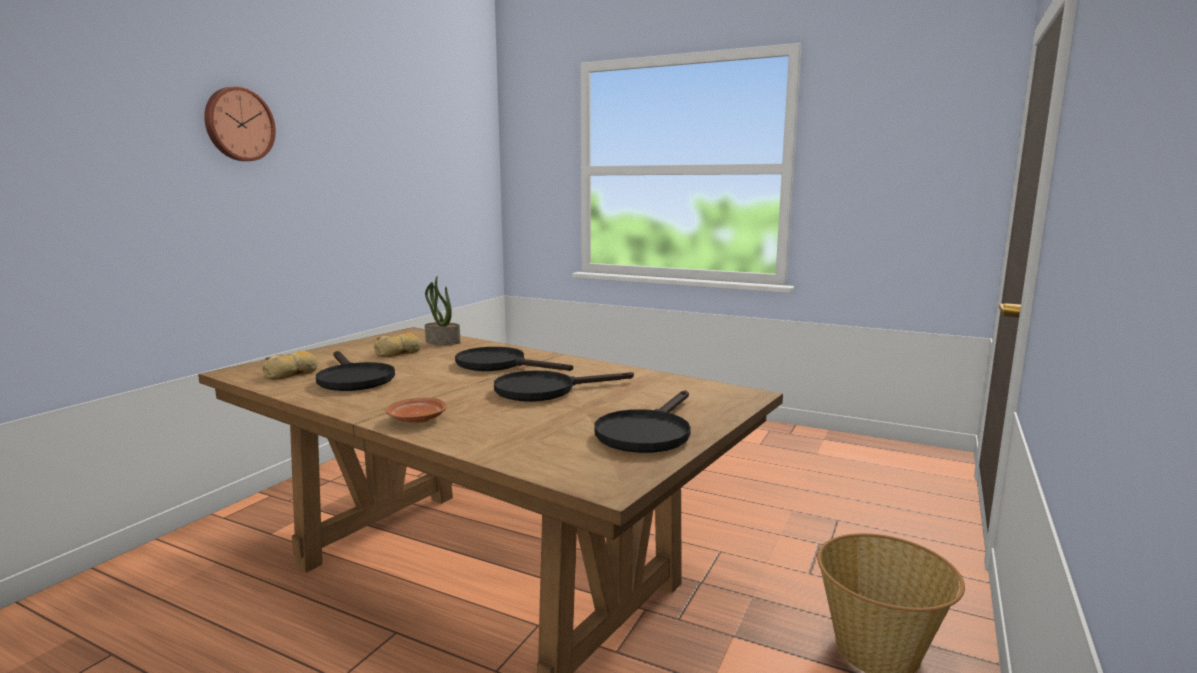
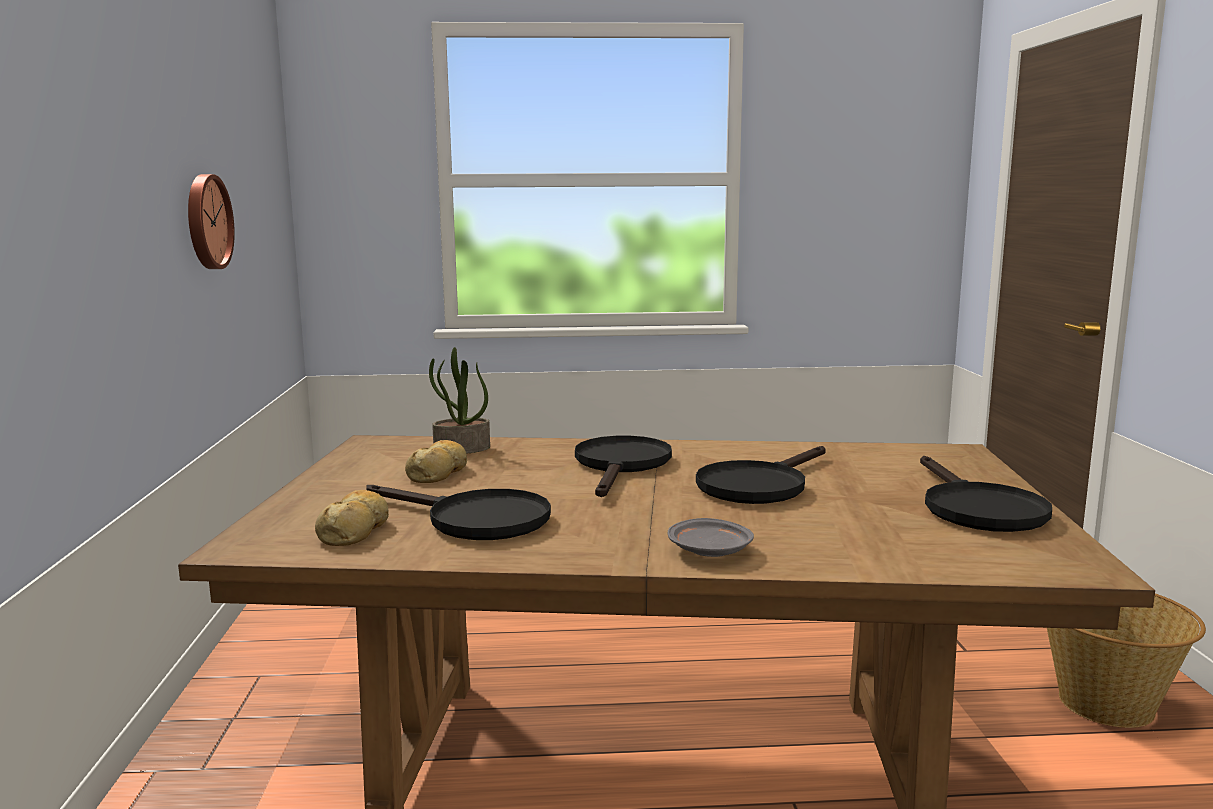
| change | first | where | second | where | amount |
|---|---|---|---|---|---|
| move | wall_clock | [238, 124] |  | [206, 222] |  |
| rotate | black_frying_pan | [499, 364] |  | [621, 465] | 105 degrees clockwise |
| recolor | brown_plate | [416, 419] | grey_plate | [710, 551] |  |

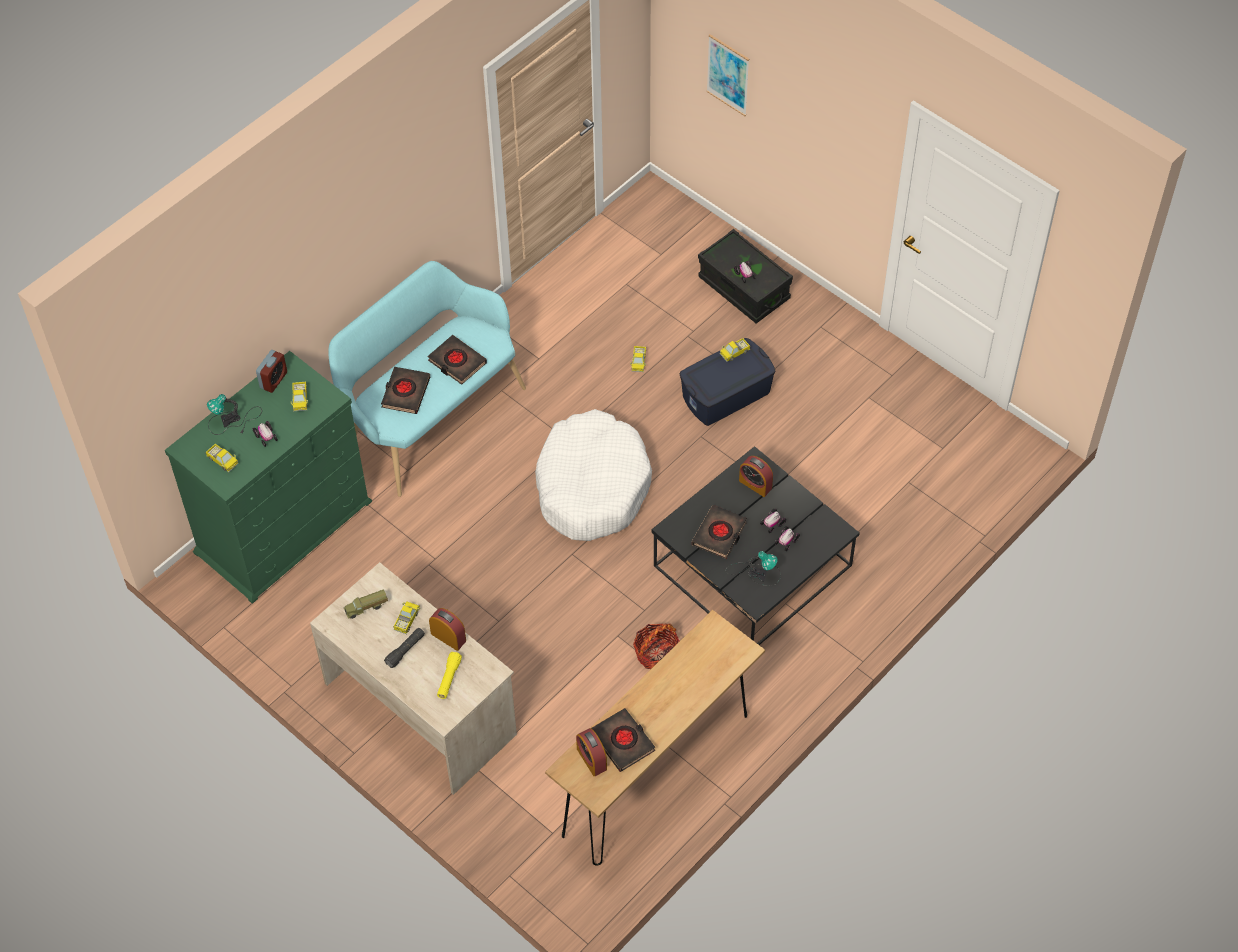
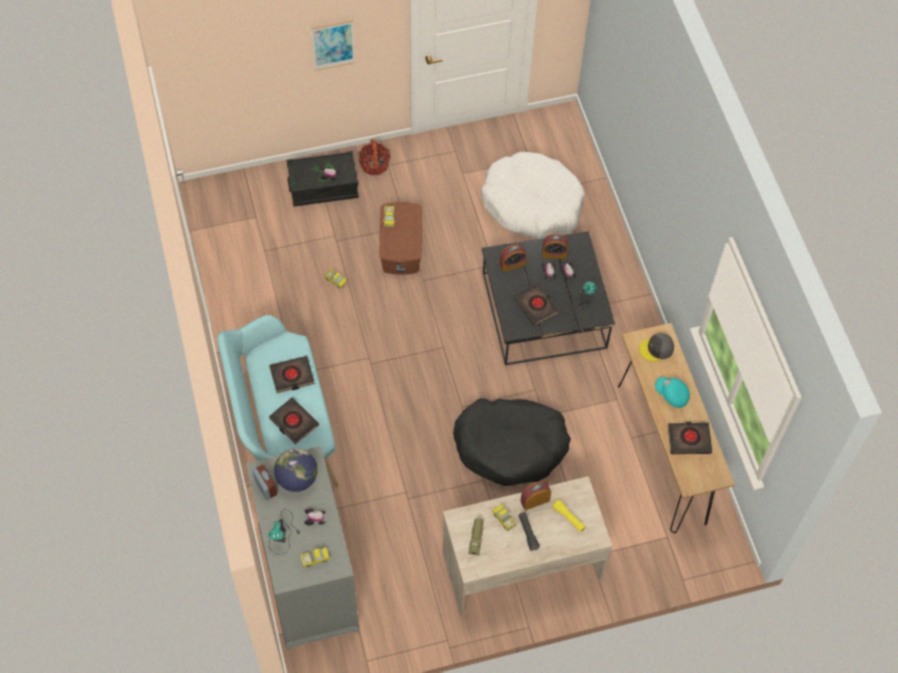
| change | first | where | second | where | amount |
|---|---|---|---|---|---|
| move | picture | [728, 75] |  | [333, 44] |  |
| recolor | blue_storage_box | [726, 395] | brown_storage_box | [401, 247] |  |
| recolor | green_dresser | [284, 526] | grey_dresser | [308, 575] |  |
| replace | toy_truck | [300, 399] | globe | [297, 479] |  |
| move | white_dog_bed | [592, 486] |  | [532, 204] |  |
| move | basket | [656, 654] |  | [374, 164] |  |
| move | alarm_clock | [591, 759] |  | [554, 254] |  |
| insert |  |  | grey_cap | [656, 349] |  |
| insert |  |  | turquoise_cap | [671, 395] |  |
| insert |  |  | black_dog_bed | [510, 446] |  |

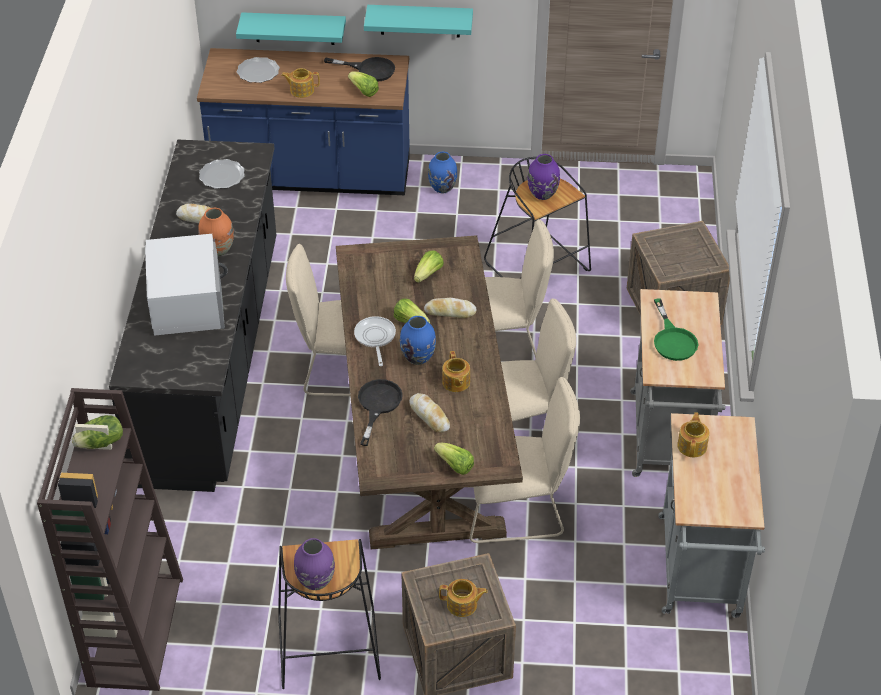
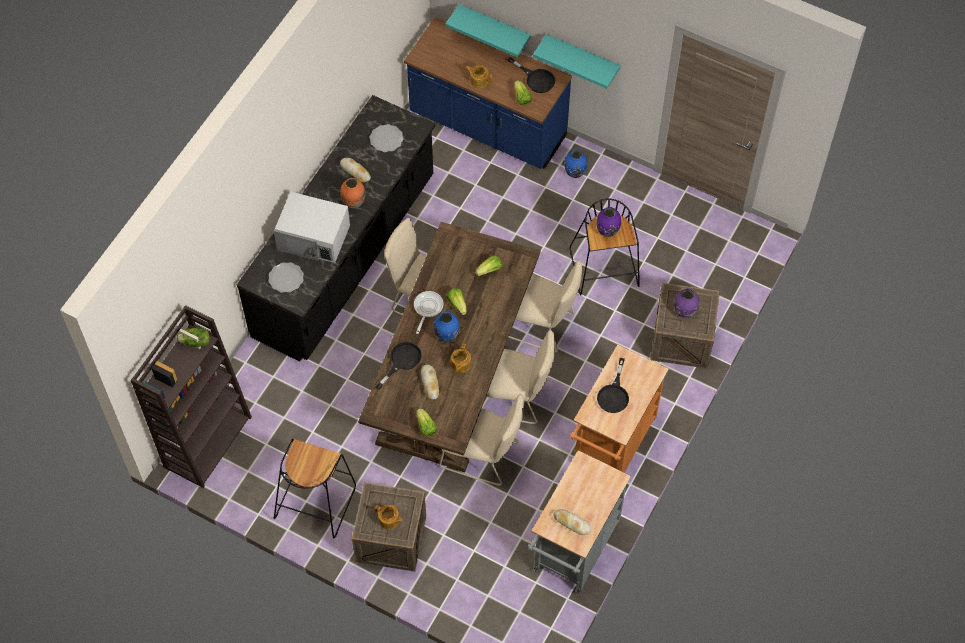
| change | first | where | second | where | amount |
|---|---|---|---|---|---|
| move | plate | [258, 72] |  | [286, 278] |  |
| rotate | white_microwave | [187, 301] |  | [314, 237] | 90 degrees clockwise |
| recolor | grey_cart | [668, 442] | orange_cart | [612, 446] |  |
| move | bread | [450, 312] |  | [572, 523] |  |
| recolor | green_frying_pan | [673, 339] | black_frying_pan | [614, 394] |  |
| delete | teapot | [692, 445] |  |  |  |
| move | purple_vase | [316, 581] |  | [685, 312] |  |

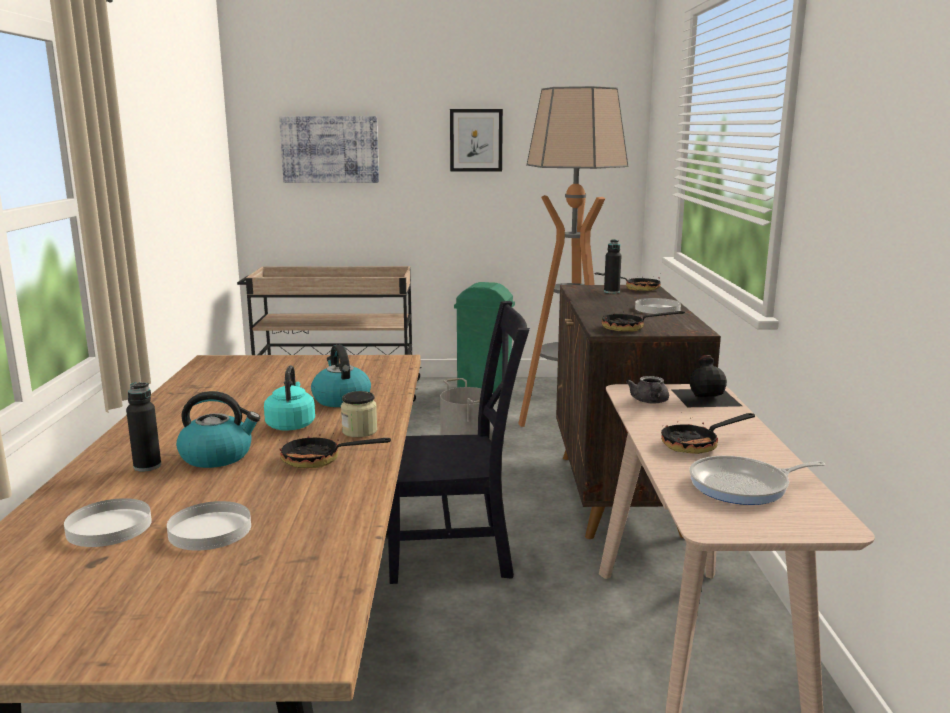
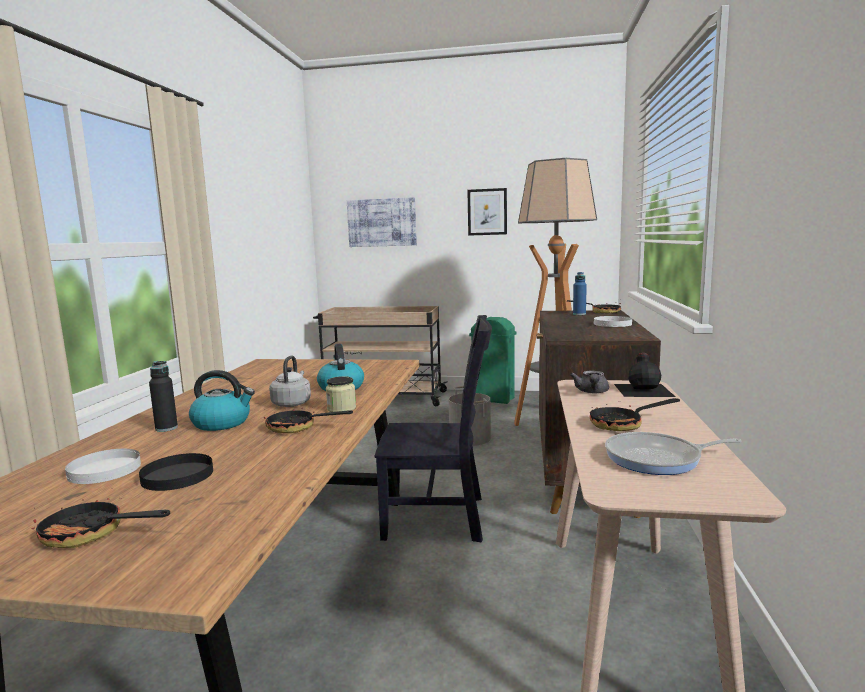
| change | first | where | second | where | amount |
|---|---|---|---|---|---|
| recolor | black_bottle | [611, 292] | blue_bottle | [579, 314] |  |
| move | frying_pan | [630, 328] |  | [92, 534] |  |
| recolor | turquoise_kettle | [291, 425] | grey_kettle | [292, 403] |  |
| recolor | white_plate | [210, 530] | black_plate | [177, 476] |  |

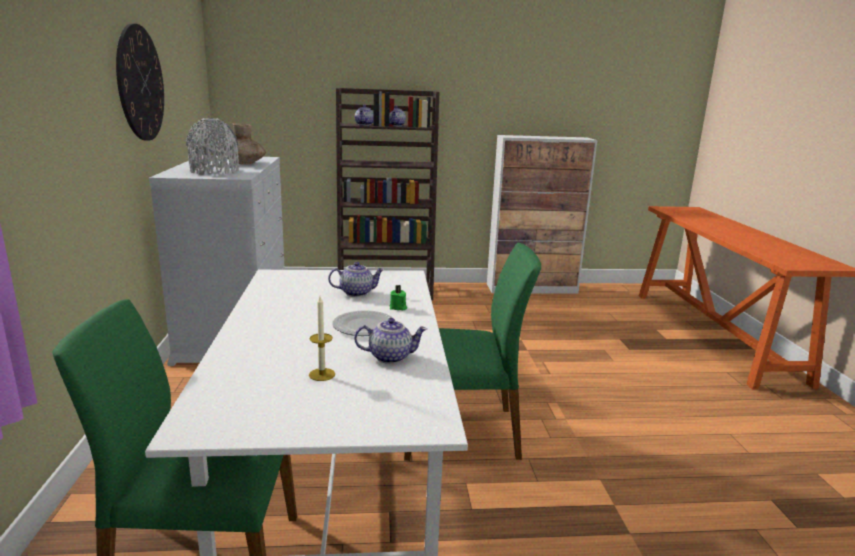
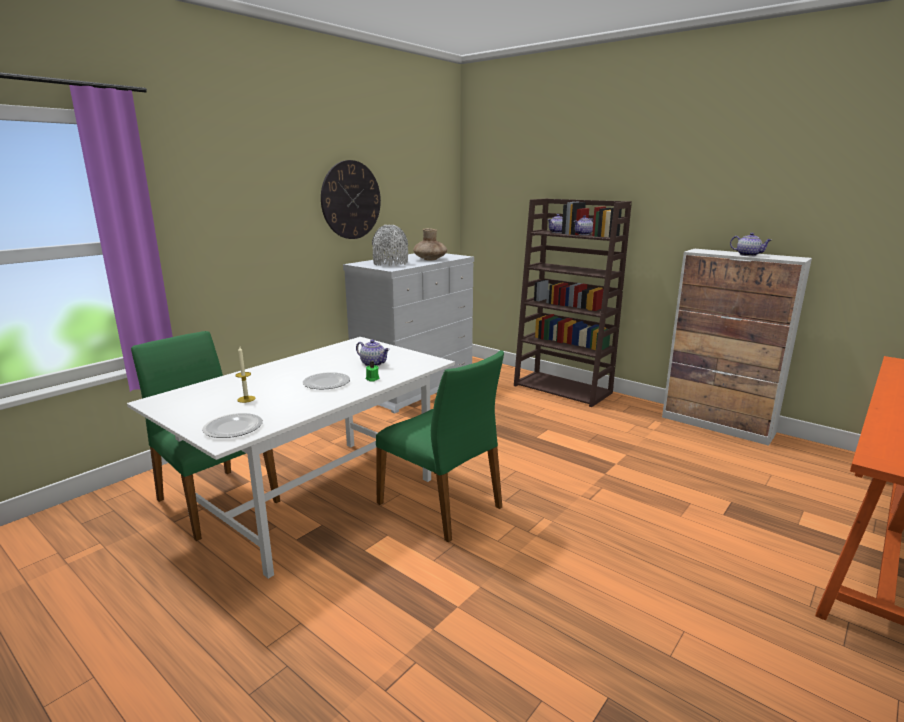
| change | first | where | second | where | amount |
|---|---|---|---|---|---|
| move | teapot | [390, 357] |  | [748, 255] |  |
| insert |  |  | plate | [234, 428] |  |

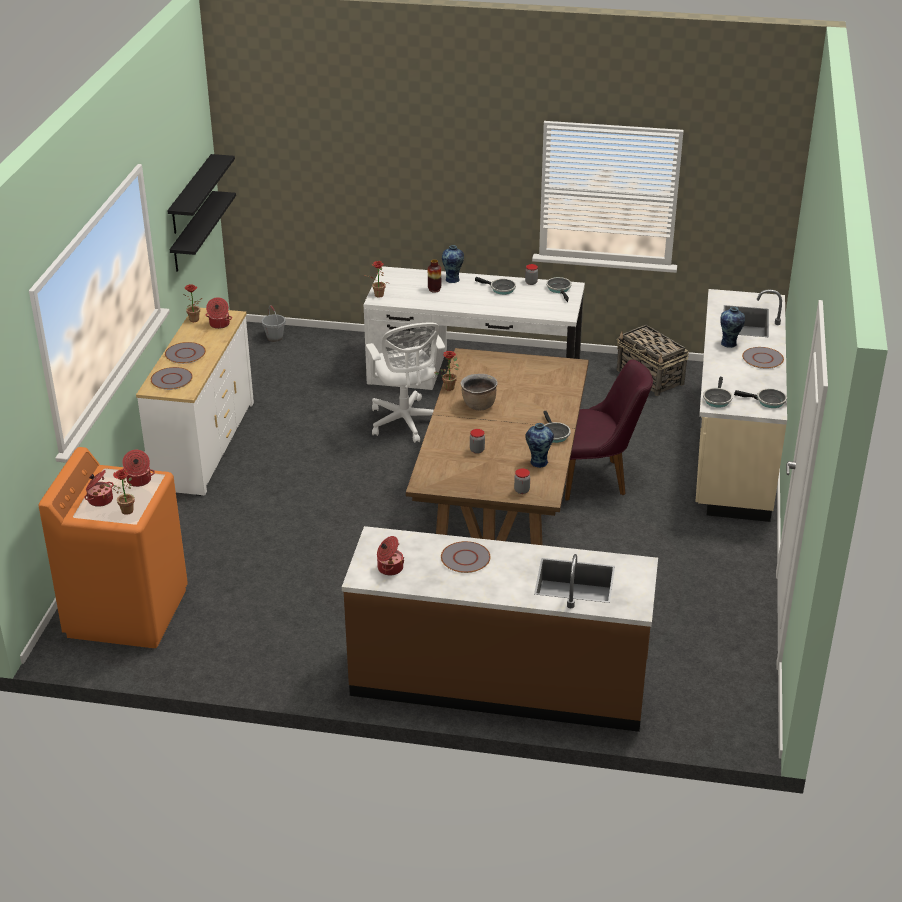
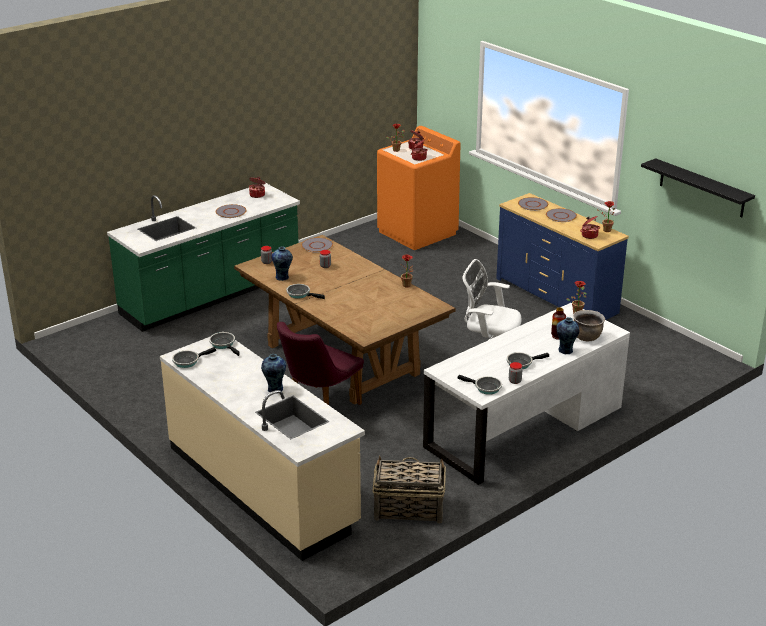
| change | first | where | second | where | amount |
|---|---|---|---|---|---|
| delete | black_shelf | [193, 232] |  |  |  |
| delete | grey_bucket | [274, 337] |  |  |  |
| recolor | white_dresser | [203, 445] | blue_dresser | [556, 296] |  |
| move | grey_plate | [762, 359] |  | [317, 245] |  |
| move | brown_cooking_pot | [478, 405] |  | [586, 337] |  |
| recolor | brown_counter | [499, 681] | green_counter | [212, 296] |  |

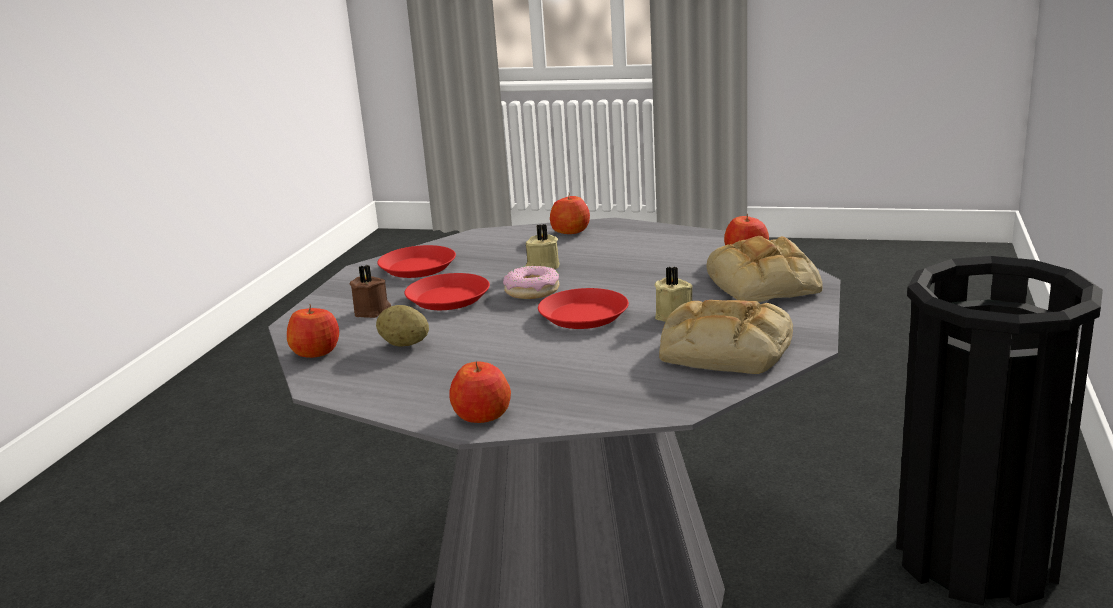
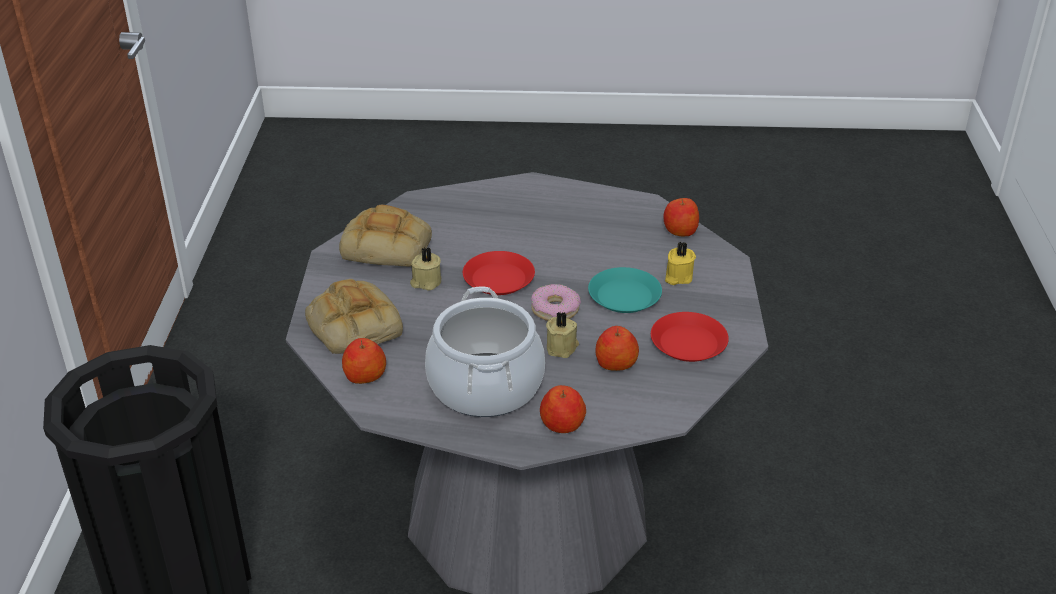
| change | first | where | second | where | amount |
|---|---|---|---|---|---|
| recolor | brown_candle | [372, 311] | yellow_candle | [677, 277] |  |
| recolor | red_plate | [448, 298] | turquoise_plate | [624, 296] |  |
| delete | potato | [404, 344] |  |  |  |
| move | apple | [482, 416] |  | [616, 363] |  |
| insert |  |  | cooking_pot | [485, 386] |  |

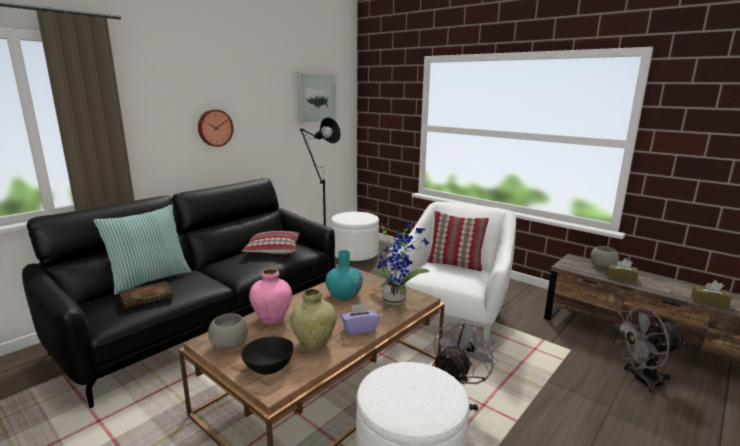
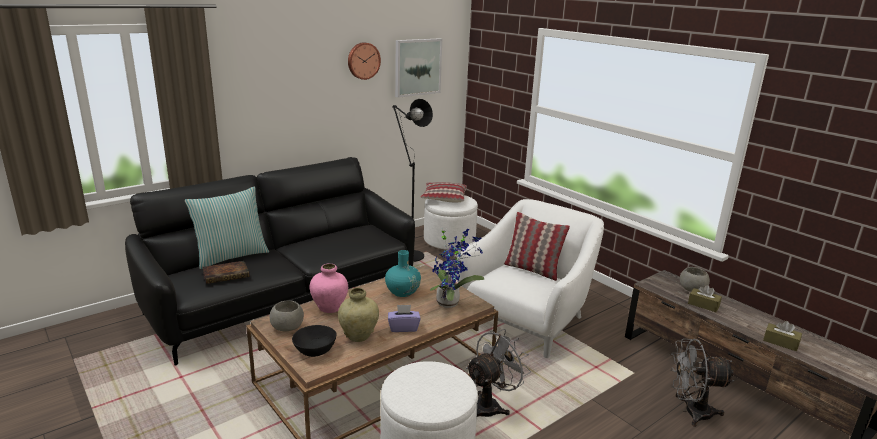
| change | first | where | second | where | amount |
|---|---|---|---|---|---|
| move | wall_clock | [214, 128] |  | [363, 60] |  |
| move | pillow | [272, 249] |  | [444, 198] |  |

